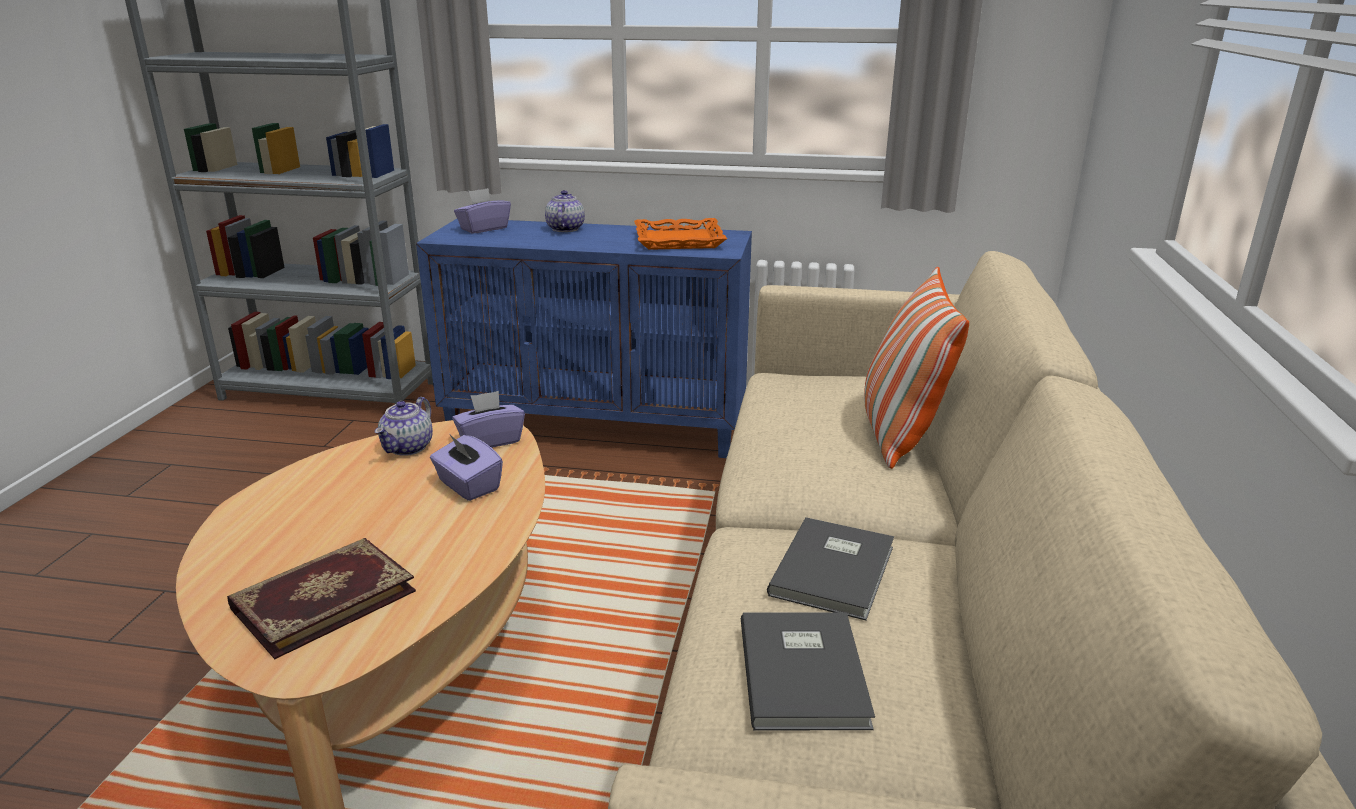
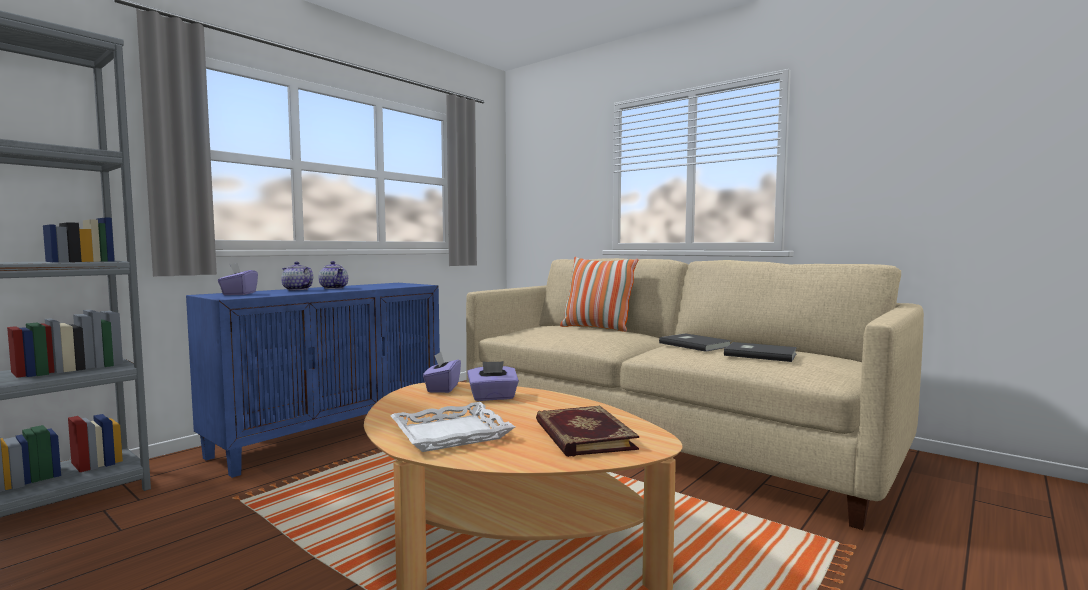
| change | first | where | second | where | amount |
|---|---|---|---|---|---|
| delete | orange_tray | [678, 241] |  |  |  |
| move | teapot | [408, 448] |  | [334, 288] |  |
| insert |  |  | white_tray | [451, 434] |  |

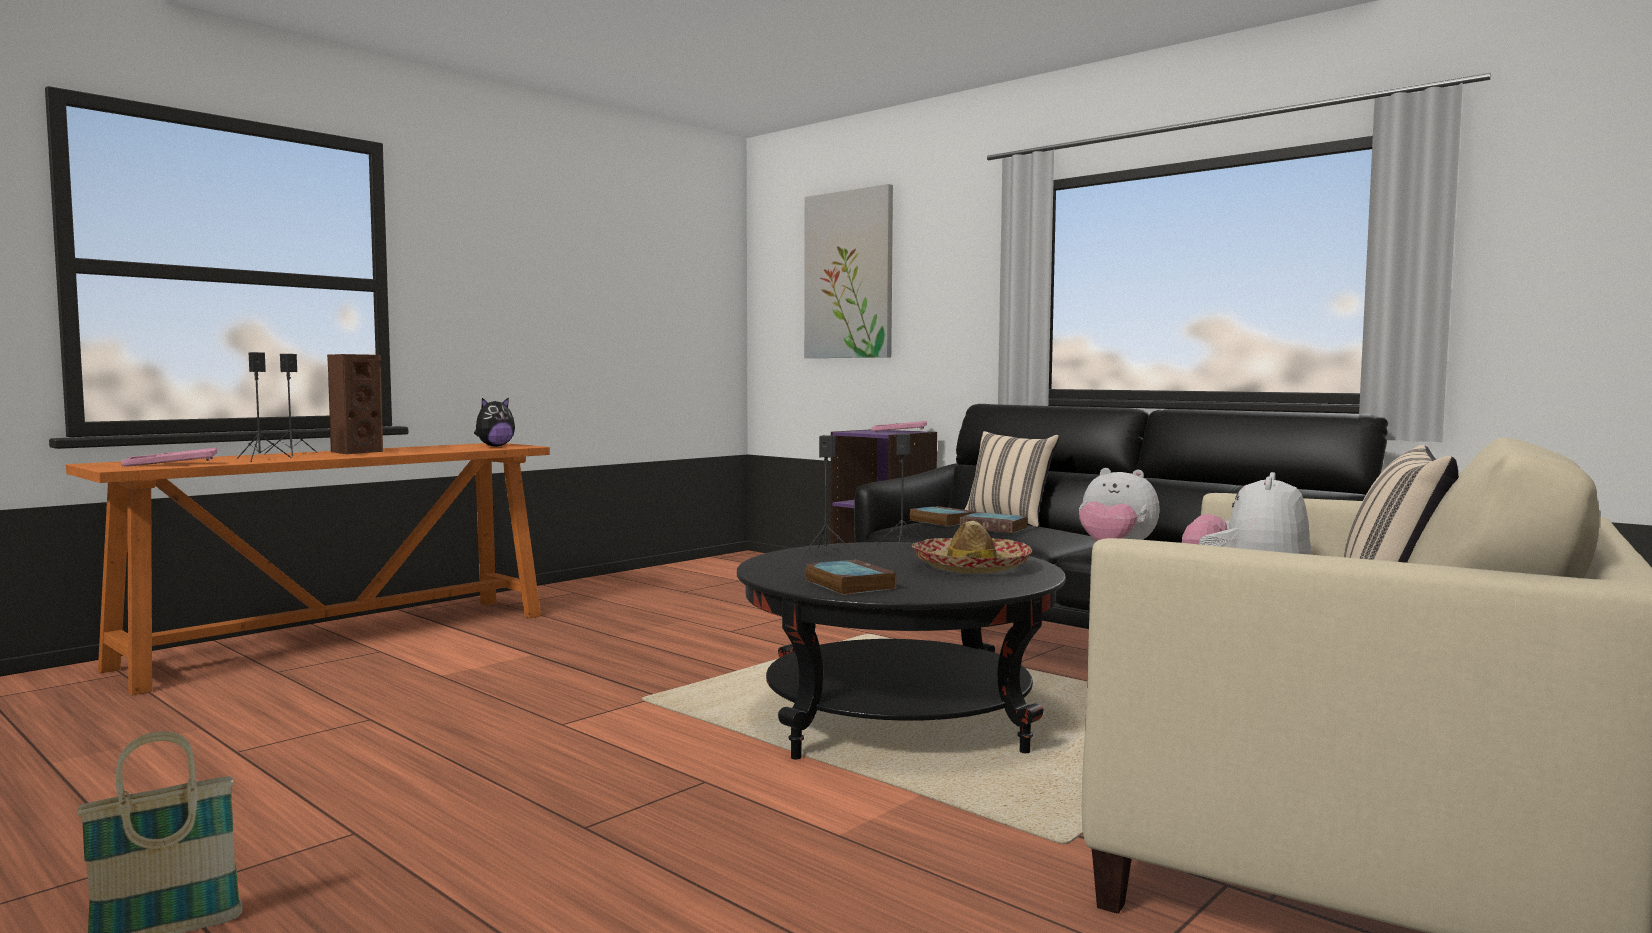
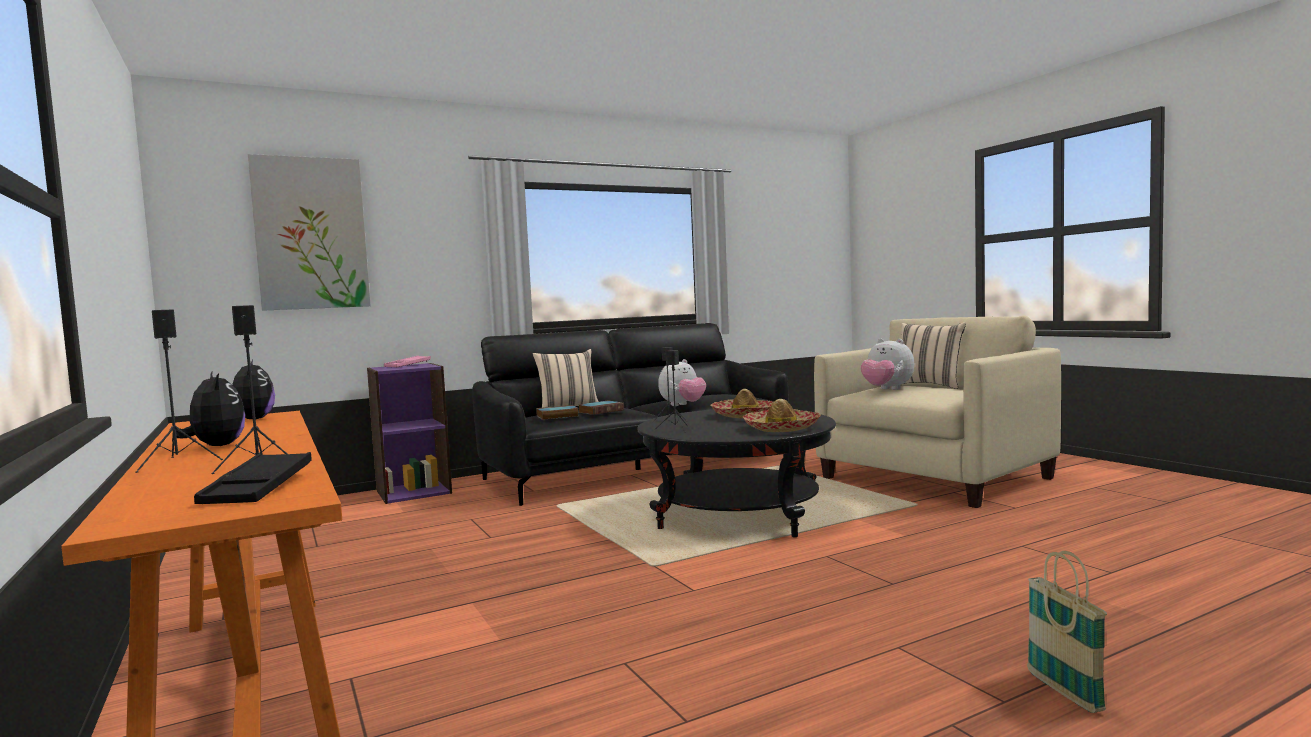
| change | first | where | second | where | amount |
|---|---|---|---|---|---|
| replace | brown_speaker | [355, 452] | plush_toy | [215, 446] |  |
| recolor | pink_tray | [171, 464] | black_tray | [259, 488] |  |
| replace | book | [848, 584] | hat | [781, 428] |  |

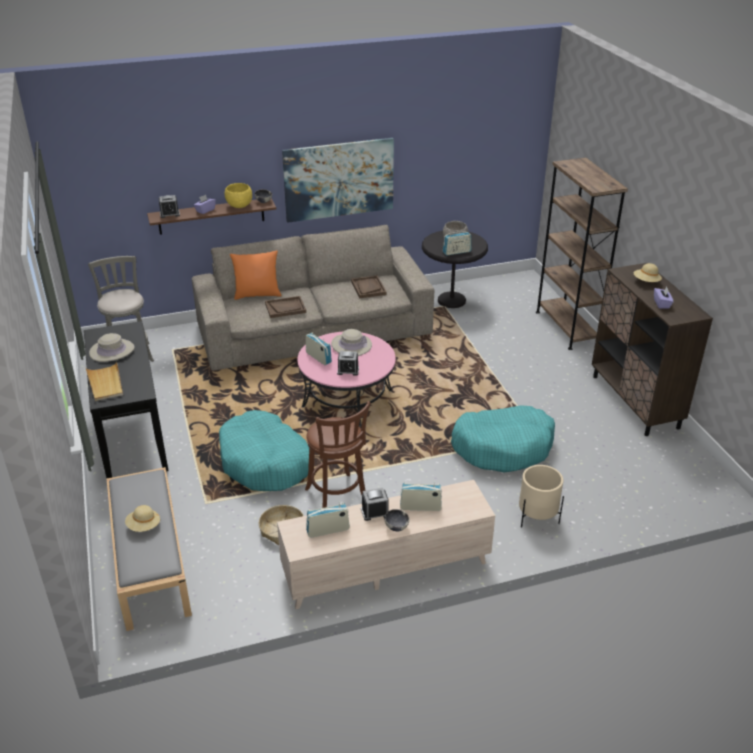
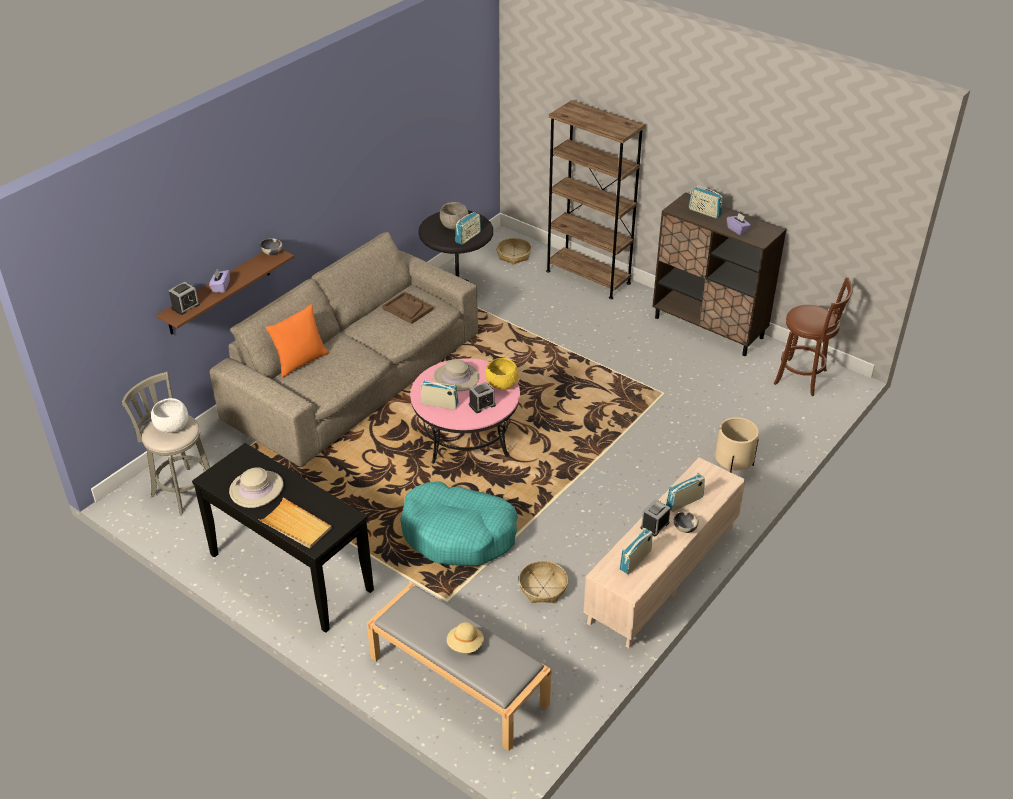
| change | first | where | second | where | amount |
|---|---|---|---|---|---|
| delete | picture | [339, 179] |  |  |  |
| move | yellow_bowl | [239, 206] |  | [501, 385] |  |
| replace | beige_hat | [646, 282] | radio | [704, 212] |  |
| delete | brown_tray | [285, 308] |  |  |  |
| move | brown_stool | [337, 497] |  | [803, 378] |  |
| delete | turquoise_dog_bed | [503, 447] |  |  |  |
| insert |  |  | basket | [514, 255] |  |
| insert |  |  | white_bowl | [172, 427] |  |

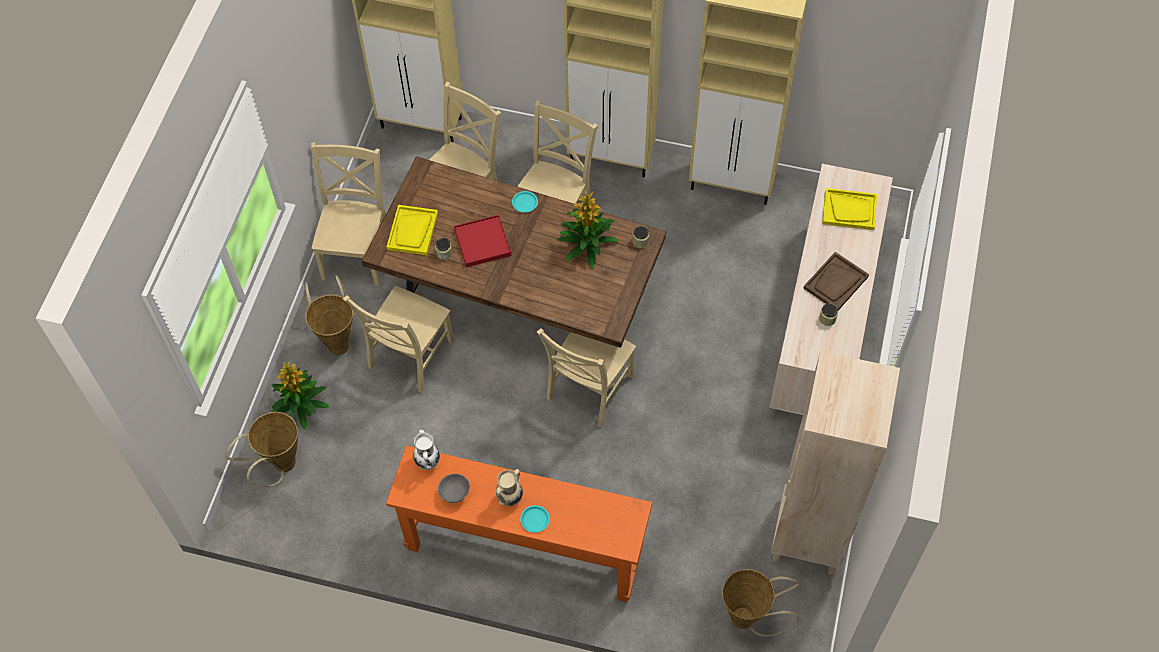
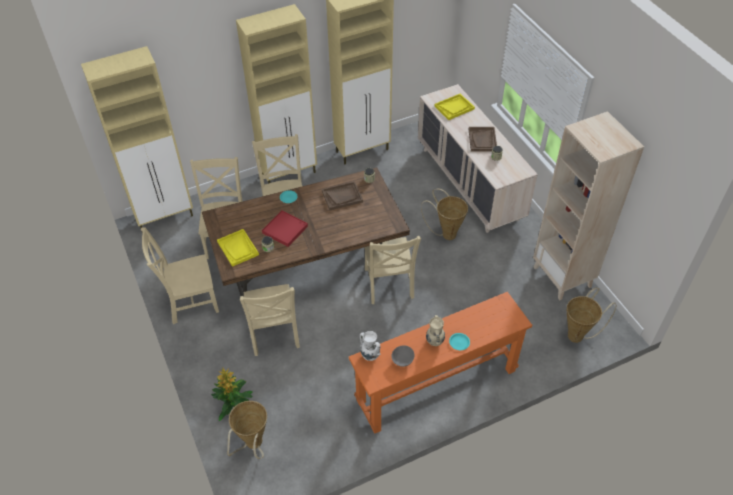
| change | first | where | second | where | amount |
|---|---|---|---|---|---|
| rotate | beige_chair | [358, 252] |  | [189, 302] | 75 degrees counterclockwise |
| replace | potted_plant | [586, 243] | brown_tray | [342, 196] |  |
| move | basket | [338, 341] |  | [446, 233] |  |

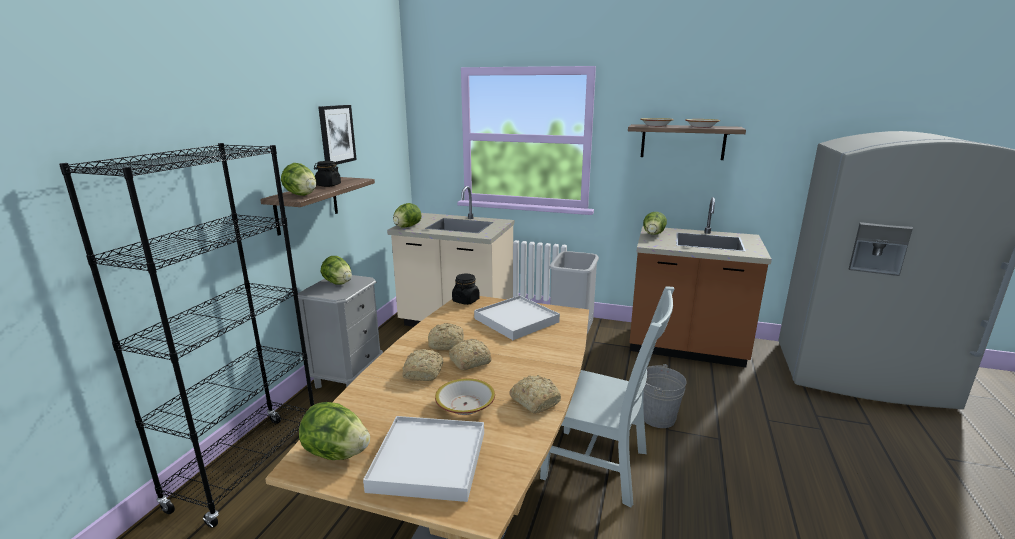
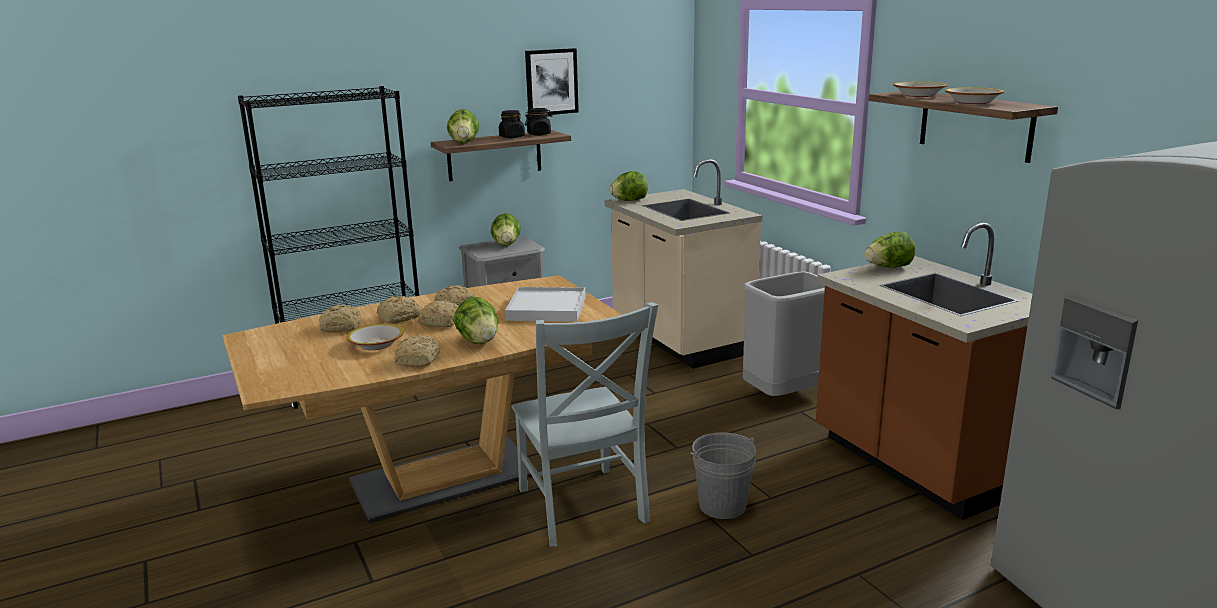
| change | first | where | second | where | amount |
|---|---|---|---|---|---|
| move | black_jar | [466, 300] |  | [539, 134] |  |
| move | lettuce | [336, 453] |  | [479, 341] |  |
| delete | white_tray | [428, 461] |  |  |  |
| insert |  |  | bread | [342, 327] |  |

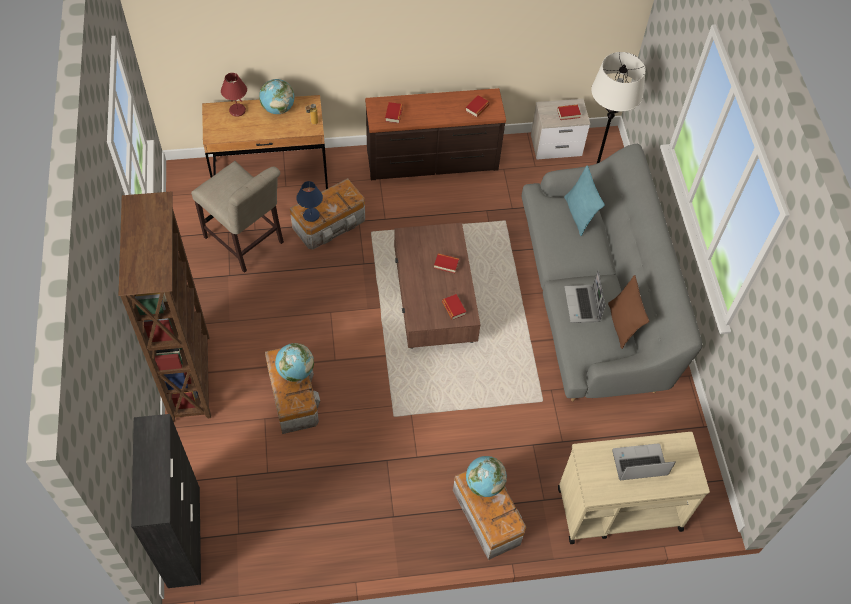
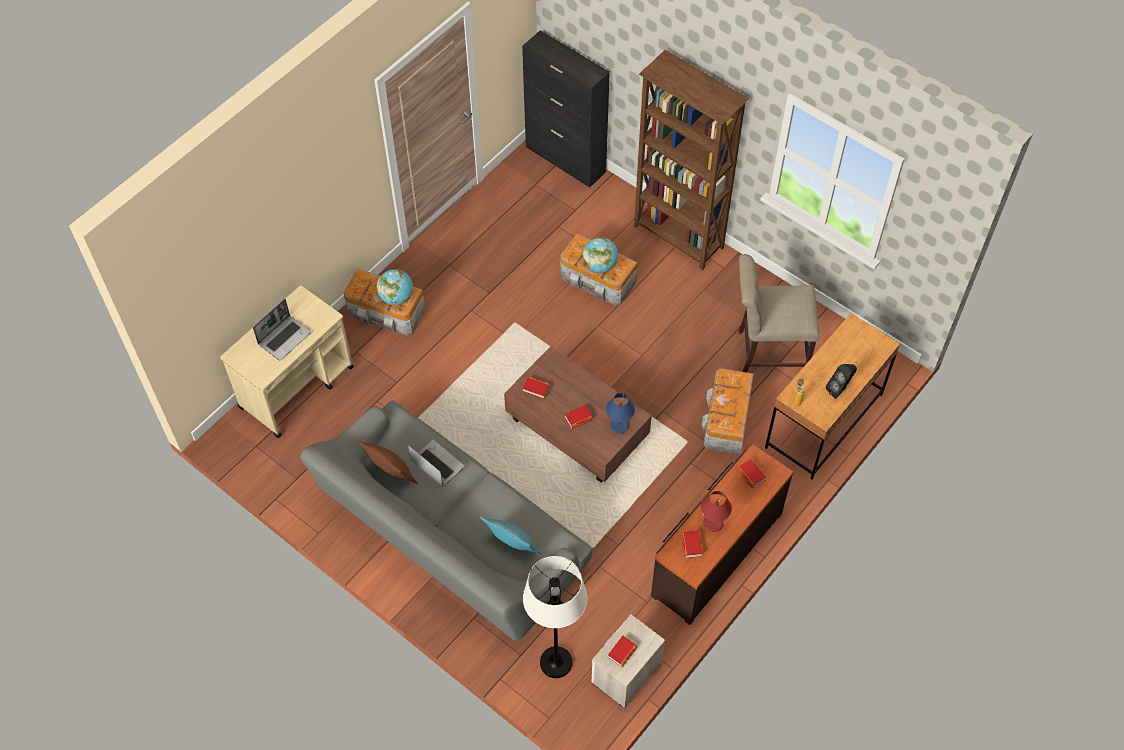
| change | first | where | second | where | amount |
|---|---|---|---|---|---|
| move | red_table_lamp | [237, 111] |  | [713, 523] |  |
| replace | globe | [278, 108] | black_speaker | [839, 389] |  |
| move | blue_table_lamp | [311, 215] |  | [619, 426] |  |

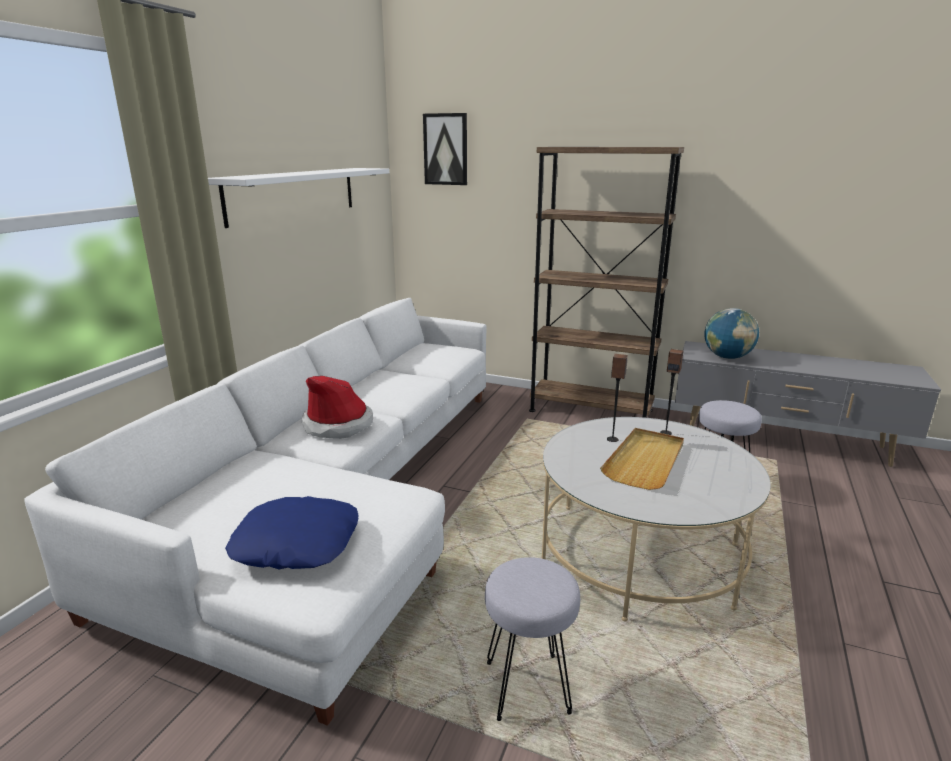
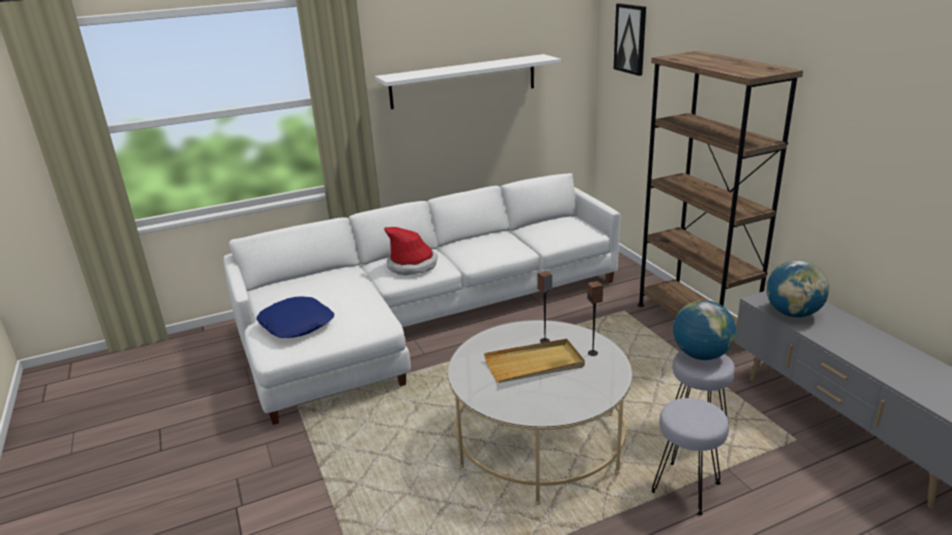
| change | first | where | second | where | amount |
|---|---|---|---|---|---|
| move | grey_stool | [528, 688] |  | [686, 489] |  |
| insert |  |  | globe | [701, 355] |  |

